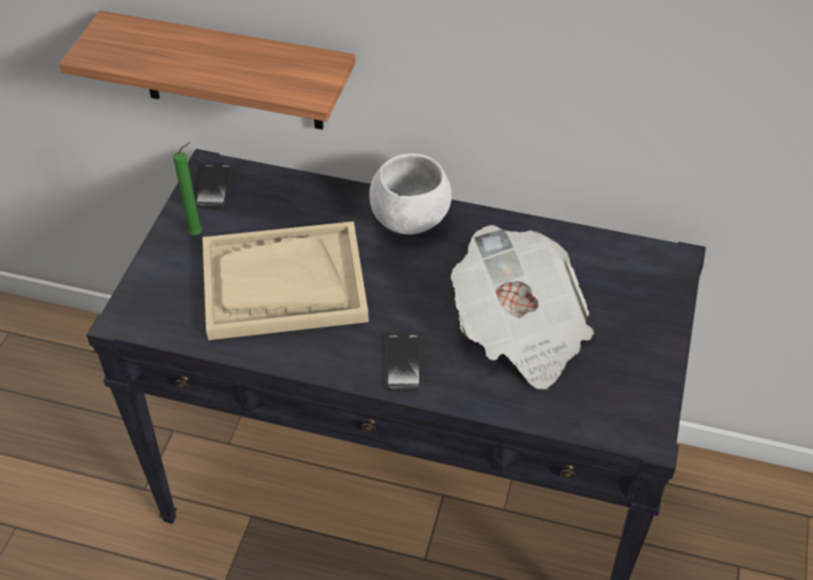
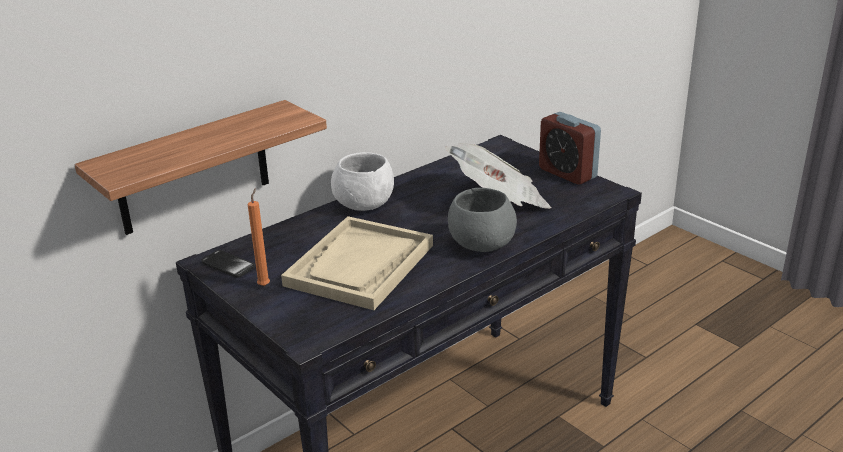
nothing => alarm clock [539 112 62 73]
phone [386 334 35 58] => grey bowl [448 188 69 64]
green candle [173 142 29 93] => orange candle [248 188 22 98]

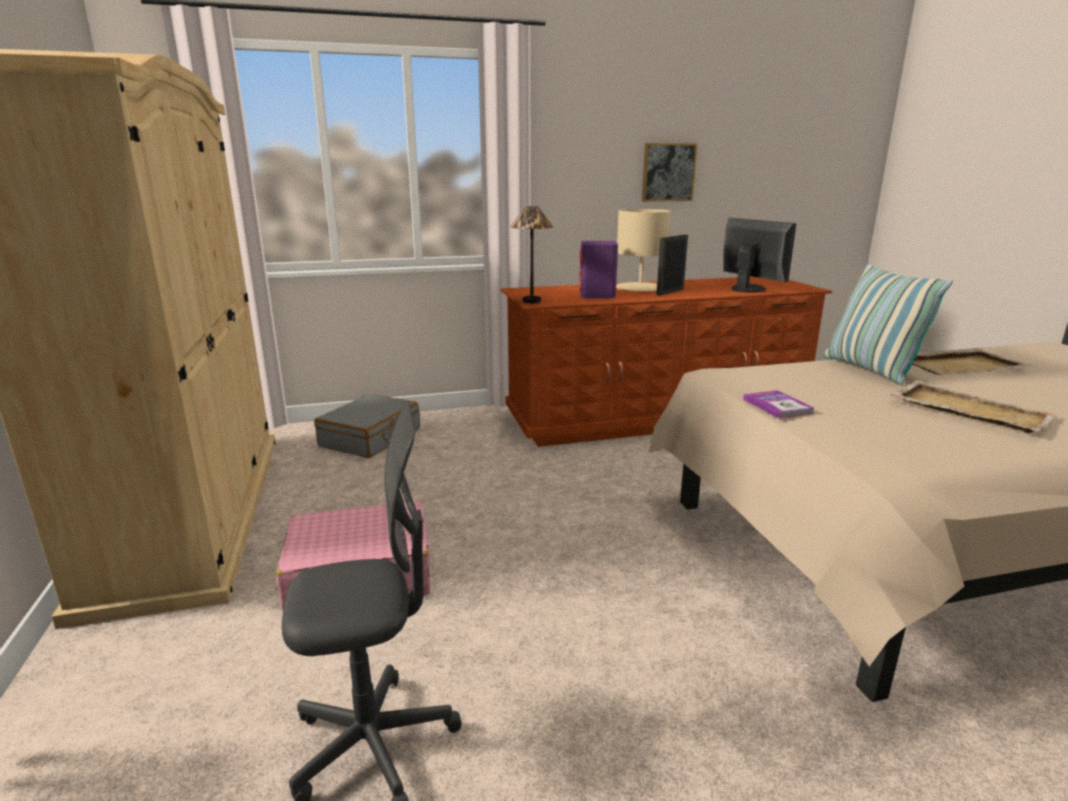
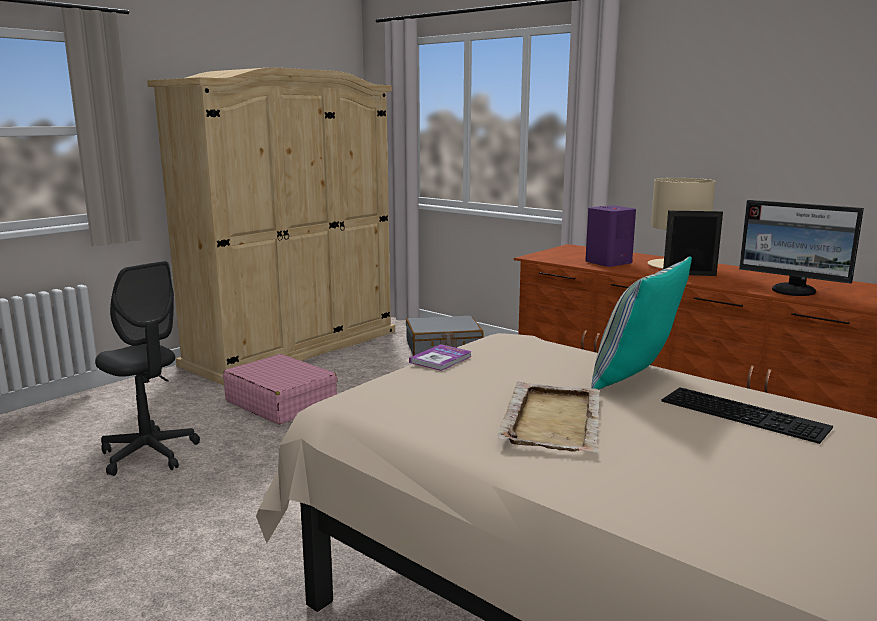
table lamp [510 206 43 97] => nothing
picture [642 143 56 59] => nothing
beige tray [912 348 120 28] => keyboard [661 388 172 56]
monitor [723 218 73 74] => monitor [739 200 125 96], 105 degrees clockwise

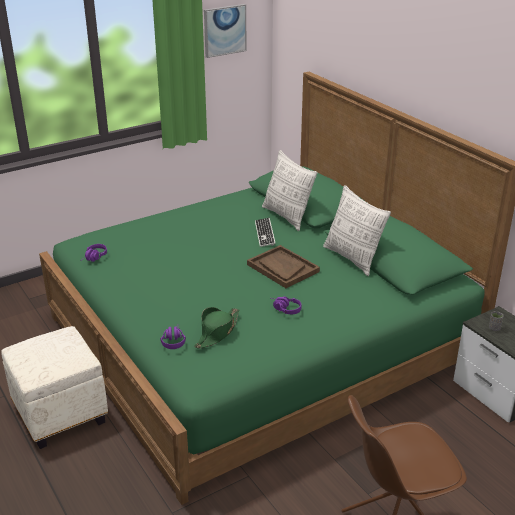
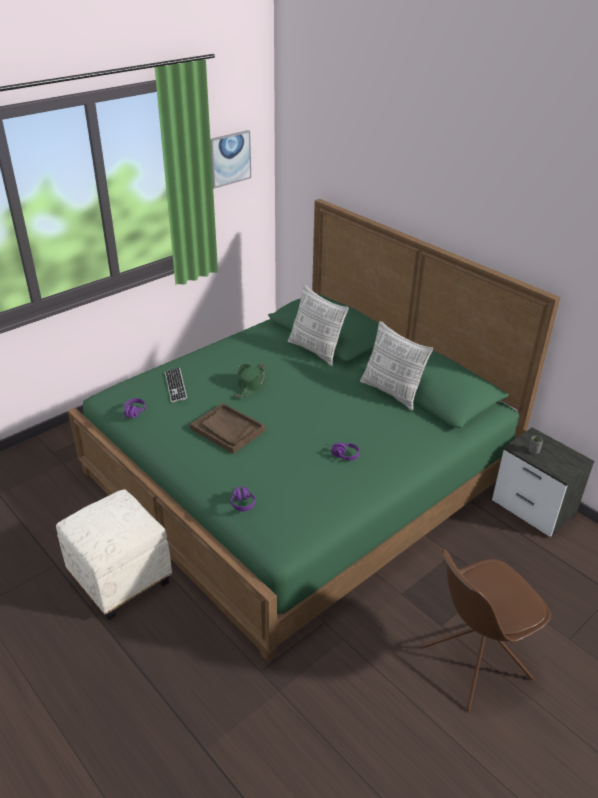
green hat [194 307 45 42] => green hat [235 364 31 34], shifted
brown tray [247 245 73 43] => brown tray [190 403 76 51], shifted
keyboard [255 218 21 29] => keyboard [165 367 22 36], shifted

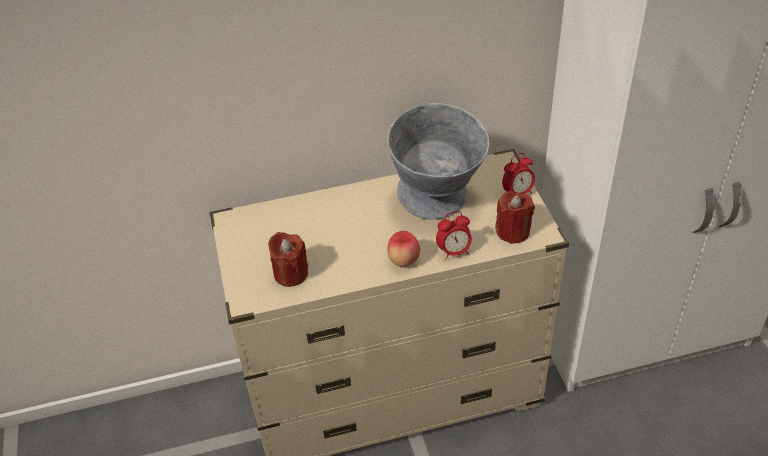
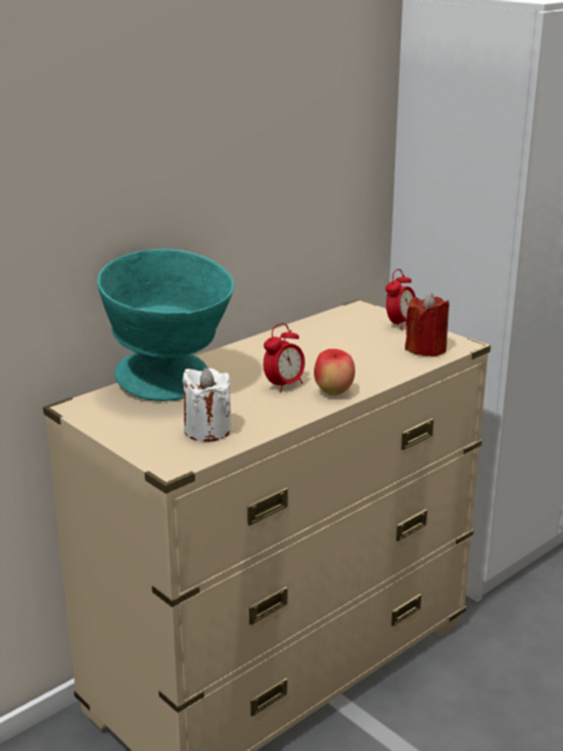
grey bowl [387 103 103 117] => nothing
nothing => turquoise bowl [97 249 137 152]
alarm clock [436 211 36 49] => alarm clock [263 323 42 70], shifted
red candle [268 232 40 55] => white candle [182 368 49 74]

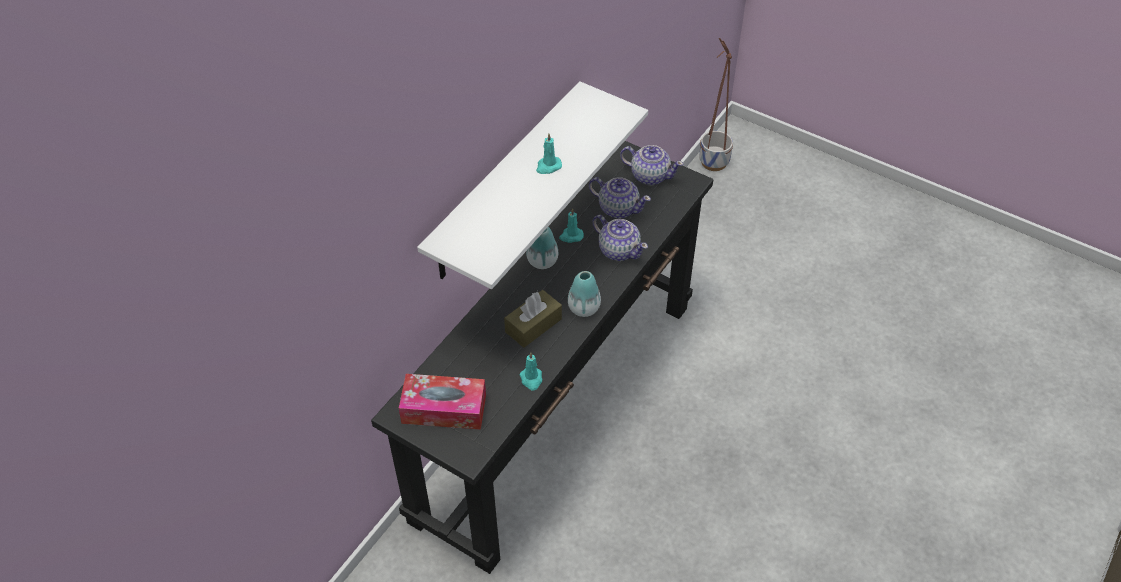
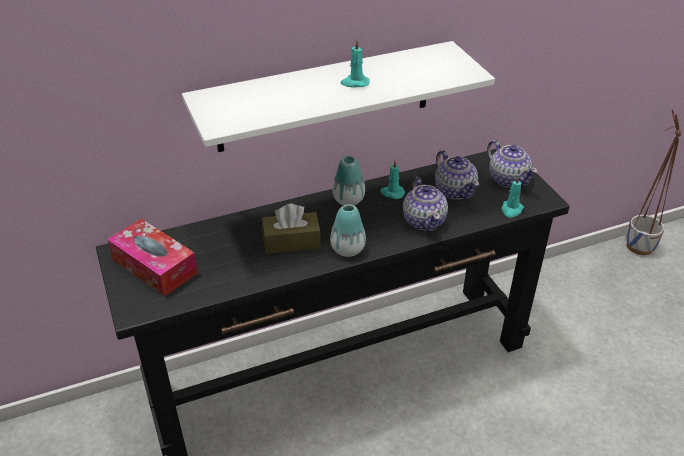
turquoise candle [520 352 22 39] => turquoise candle [501 176 23 42], shifted

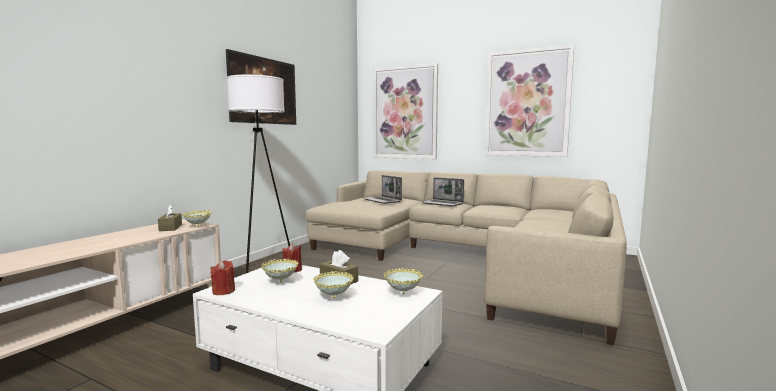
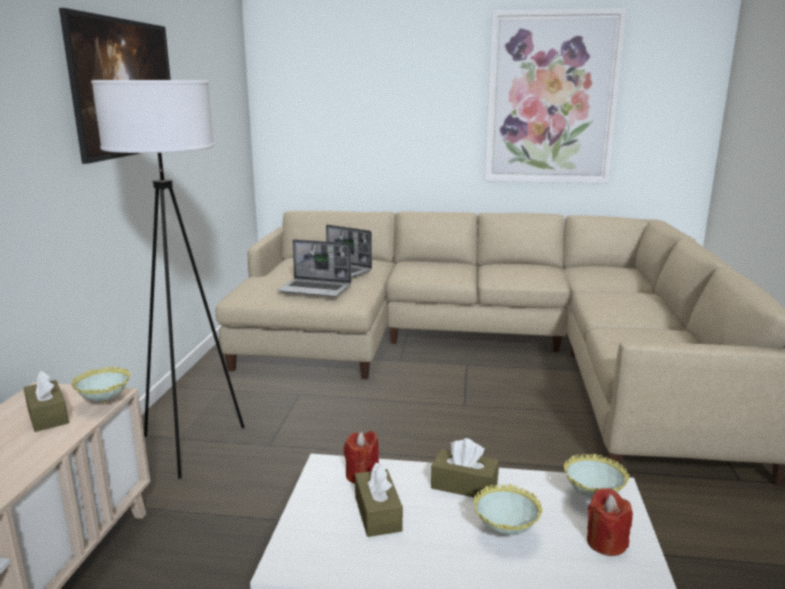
picture [374 63 64 96] => nothing
red candle [210 260 25 35] => red candle [587 488 46 68], shifted
laptop [422 177 42 30] => laptop [277 239 74 58], shifted
bowl [261 258 37 25] => brown tissue box [355 462 48 75]

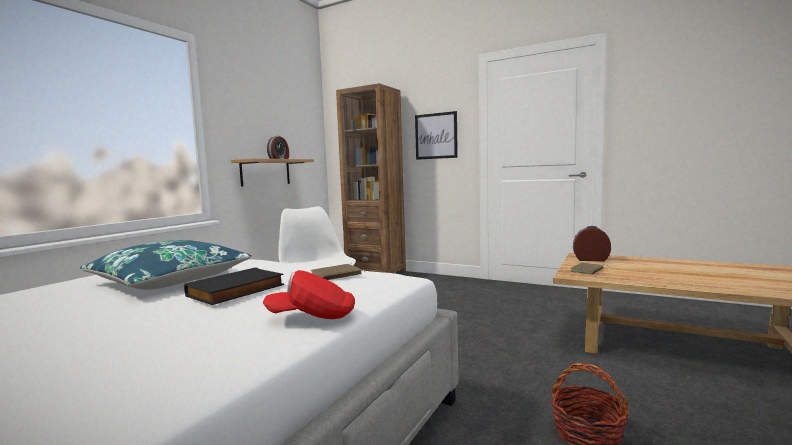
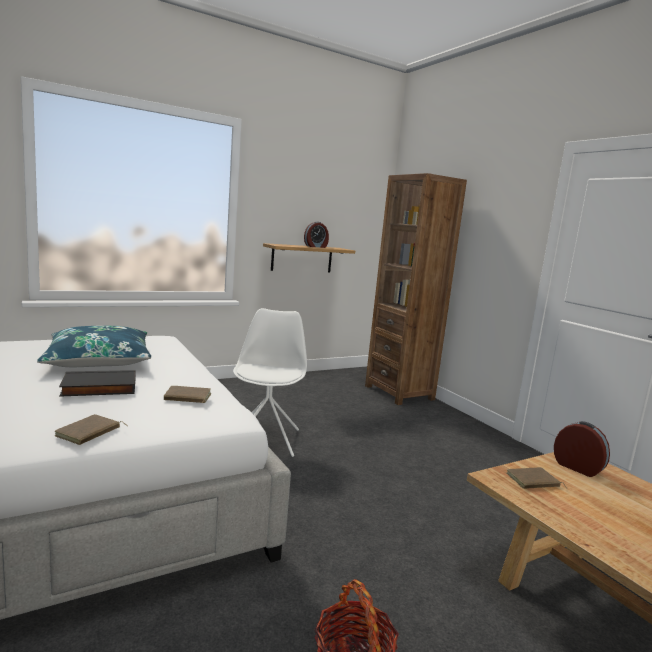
picture [415 111 43 49] => nothing
red cap [263 270 92 49] => brown book [55 414 72 31]

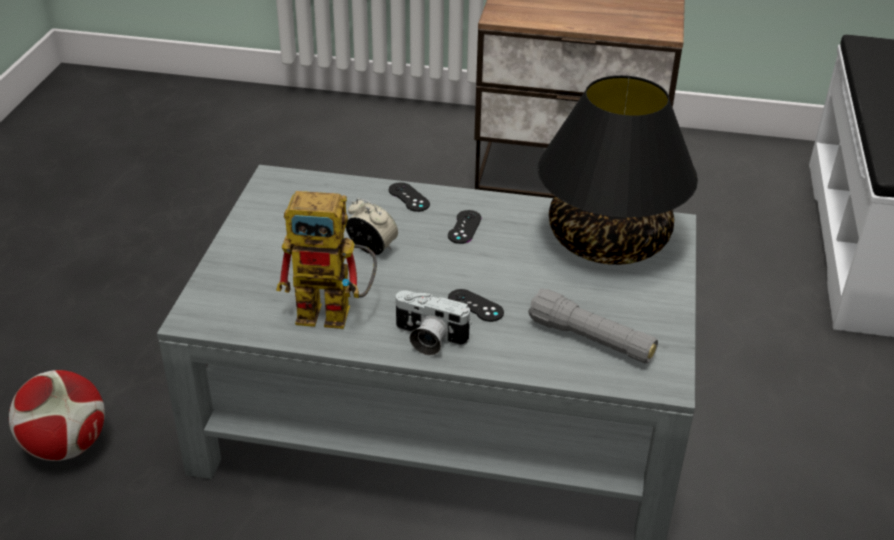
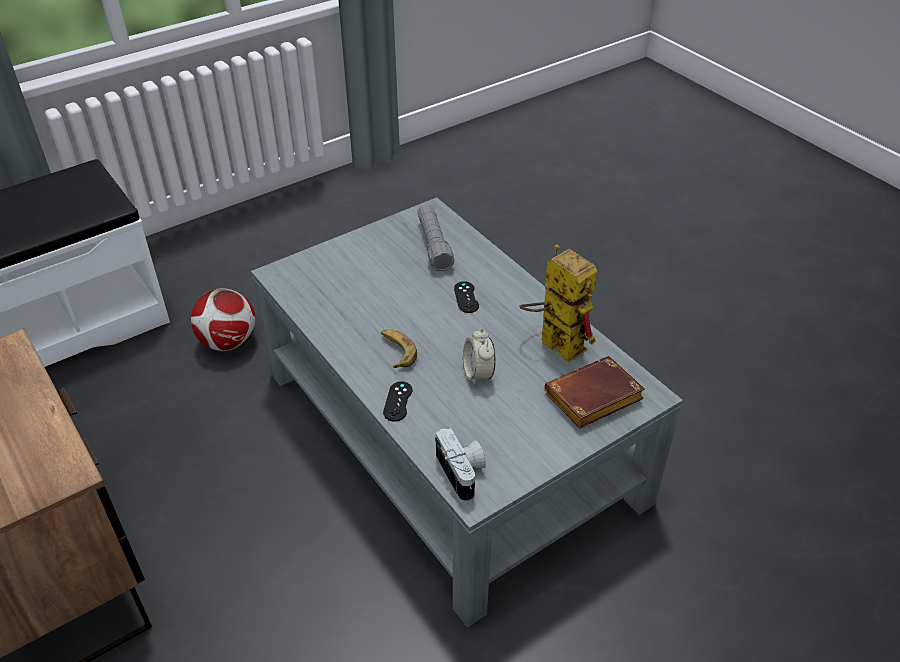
black table lamp [538 75 160 190] => nothing
nothing => brown book [544 356 101 73]
football [9 370 96 91] => football [191 288 64 63], shifted
photo camera [394 290 78 66] => photo camera [435 428 51 74], shifted
black game controller [448 210 33 34] => banana [381 329 36 39]

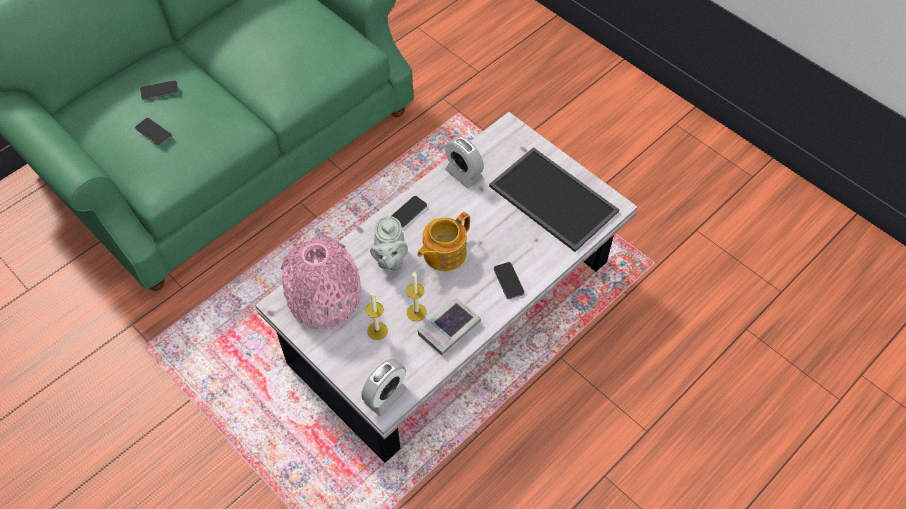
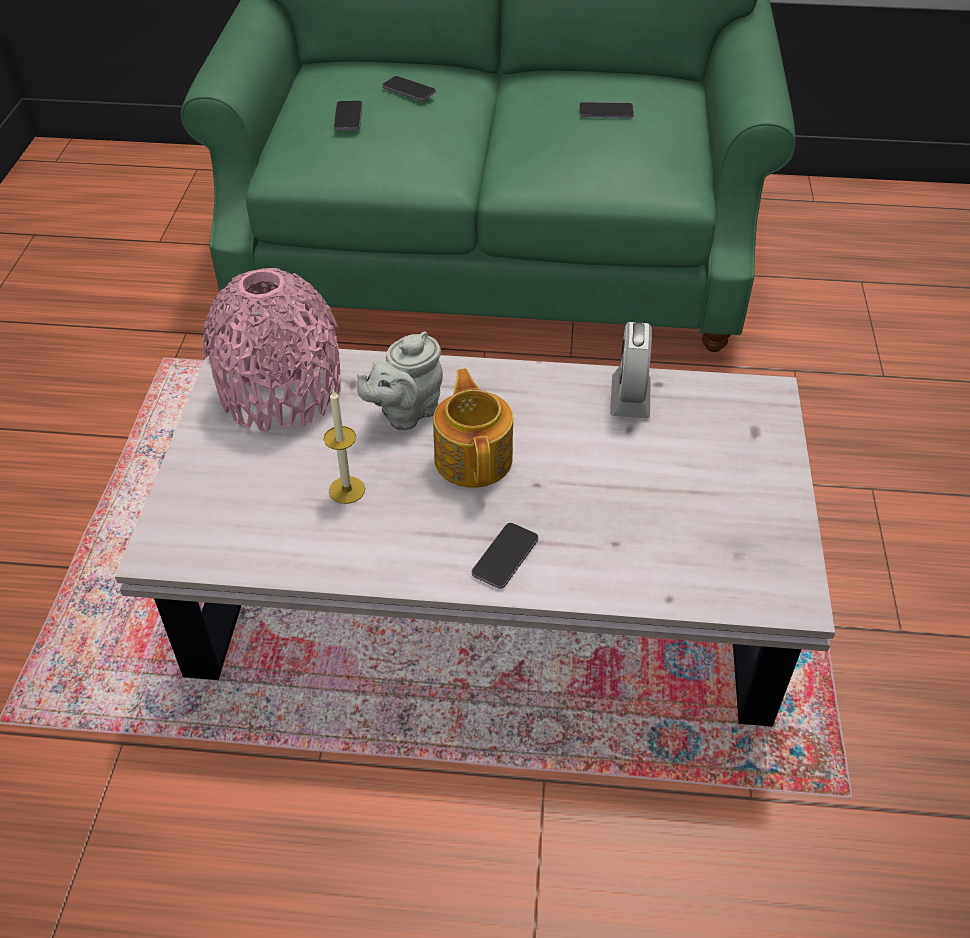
alarm clock [361 359 46 57] => nothing
candle [366 291 22 49] => nothing
book [417 298 64 57] => nothing
tray [489 147 130 105] => nothing
phone [391 196 36 32] => phone [579 102 55 16], shifted
teapot [417 212 53 59] => teapot [433 369 80 119], 75 degrees clockwise

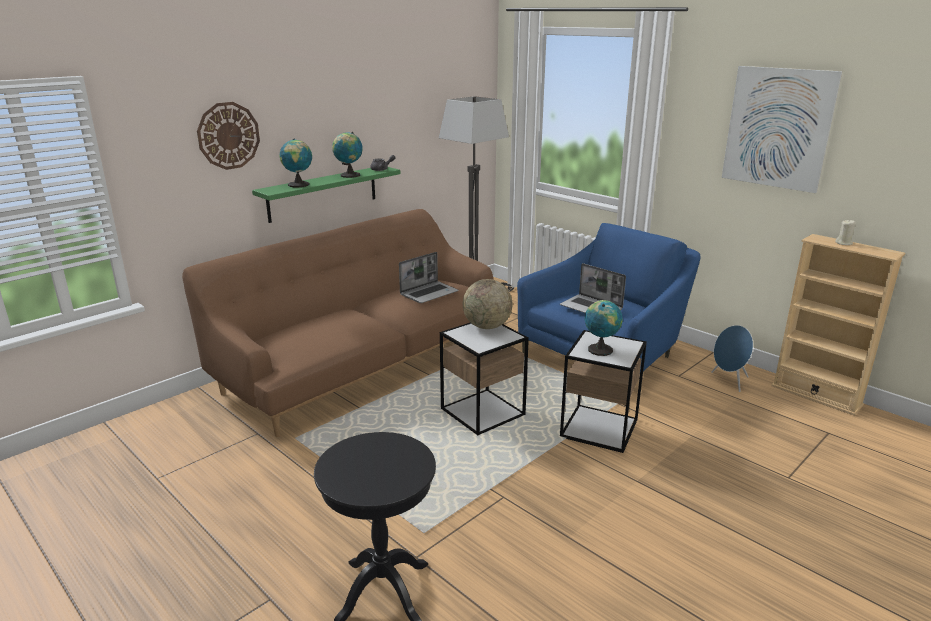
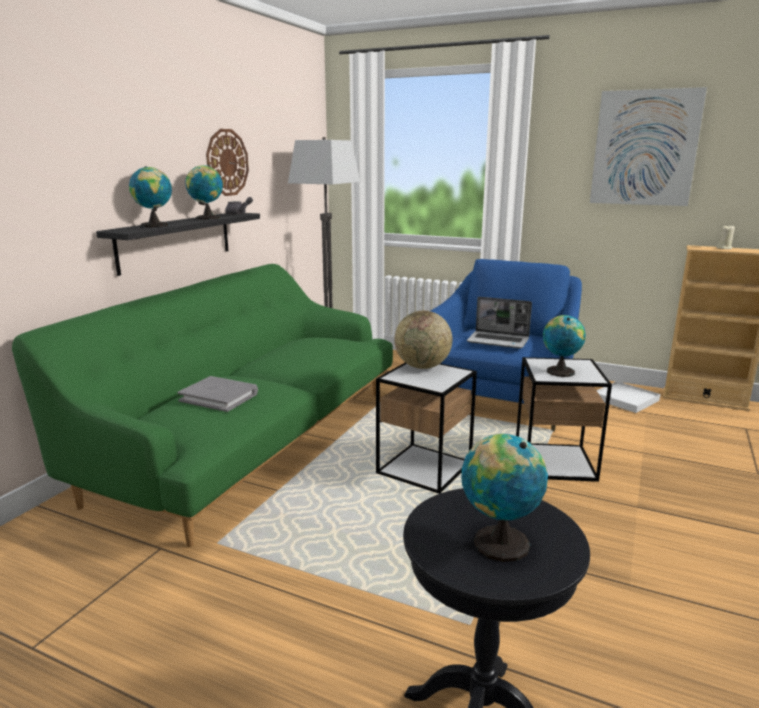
laptop [399 252 60 51] => nothing
nothing => grey book [178 376 80 36]
nothing => globe [461 434 87 128]
wall clock [197 102 63 68] => wall clock [206 129 43 67], shifted
blue speaker [711 325 42 67] => white tray [596 381 64 32]
brown sofa [182 209 311 228] => green sofa [12 264 381 283]
green shelf [252 167 148 56] => black shelf [96 213 164 63]

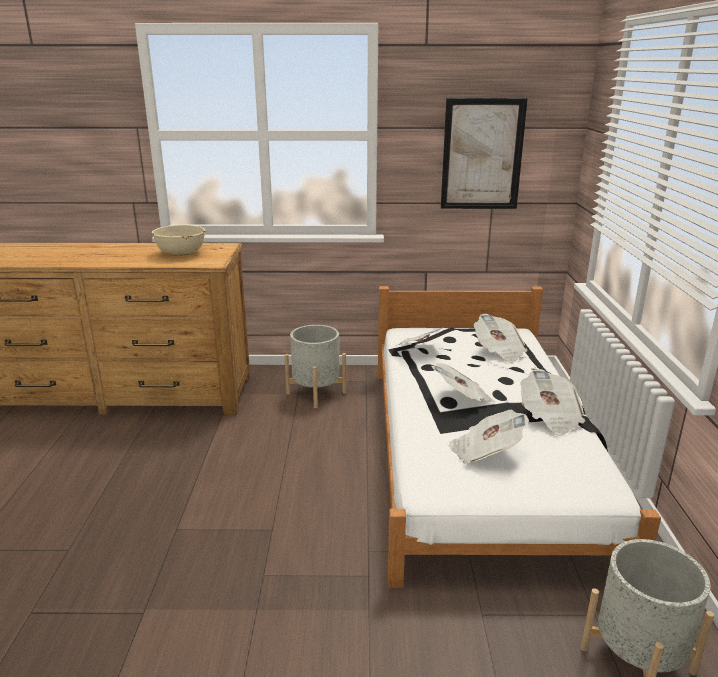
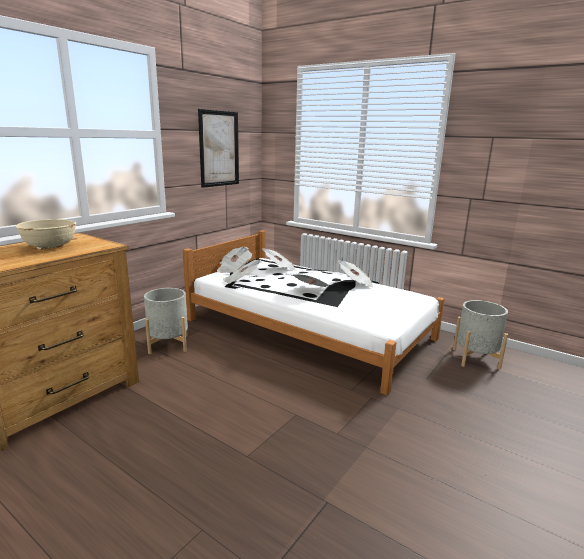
newspaper [448 410 81 54] => newspaper [217 247 35 26], shifted

